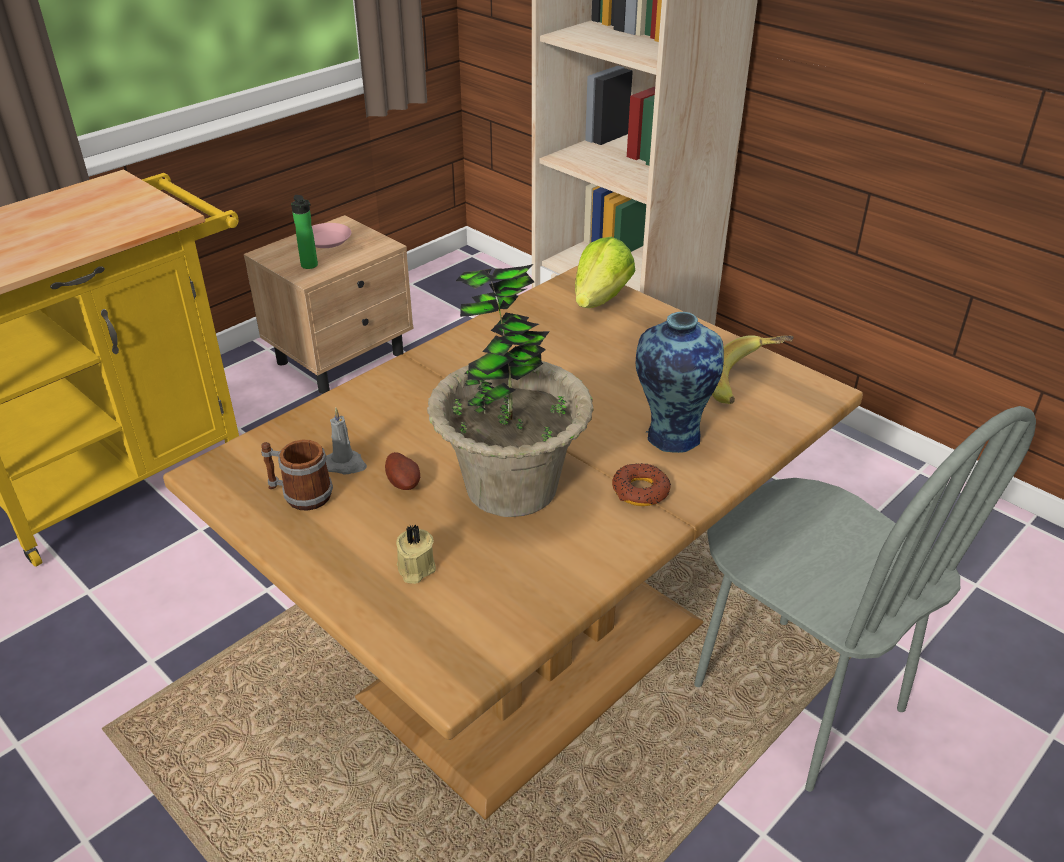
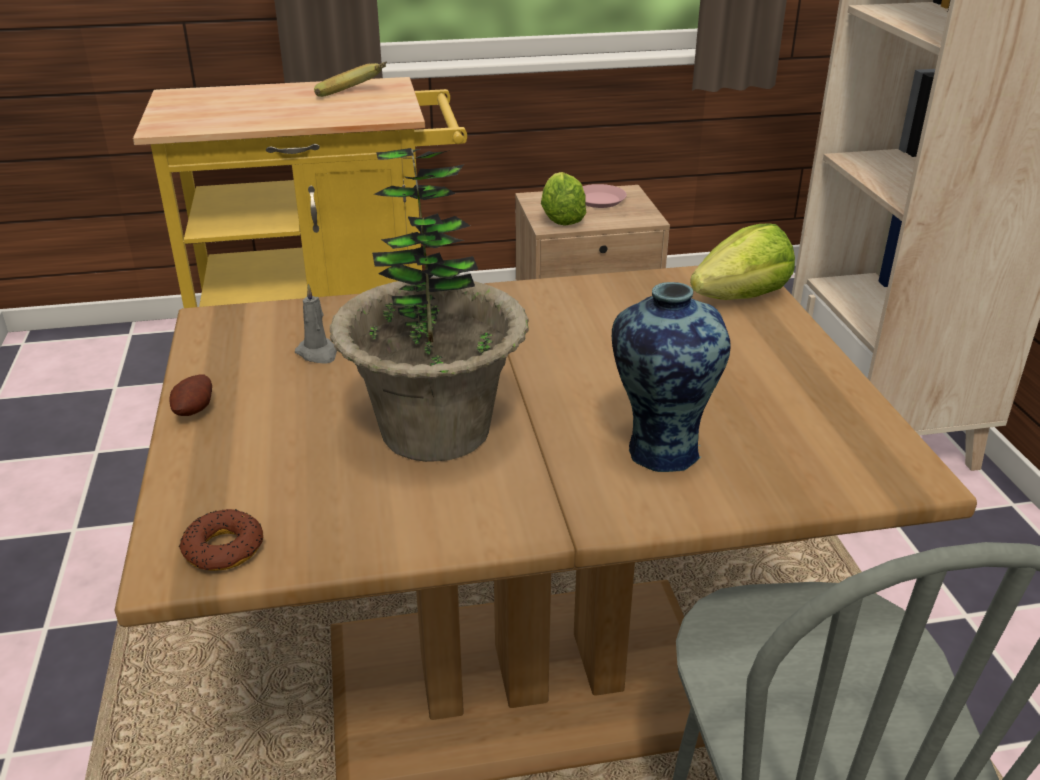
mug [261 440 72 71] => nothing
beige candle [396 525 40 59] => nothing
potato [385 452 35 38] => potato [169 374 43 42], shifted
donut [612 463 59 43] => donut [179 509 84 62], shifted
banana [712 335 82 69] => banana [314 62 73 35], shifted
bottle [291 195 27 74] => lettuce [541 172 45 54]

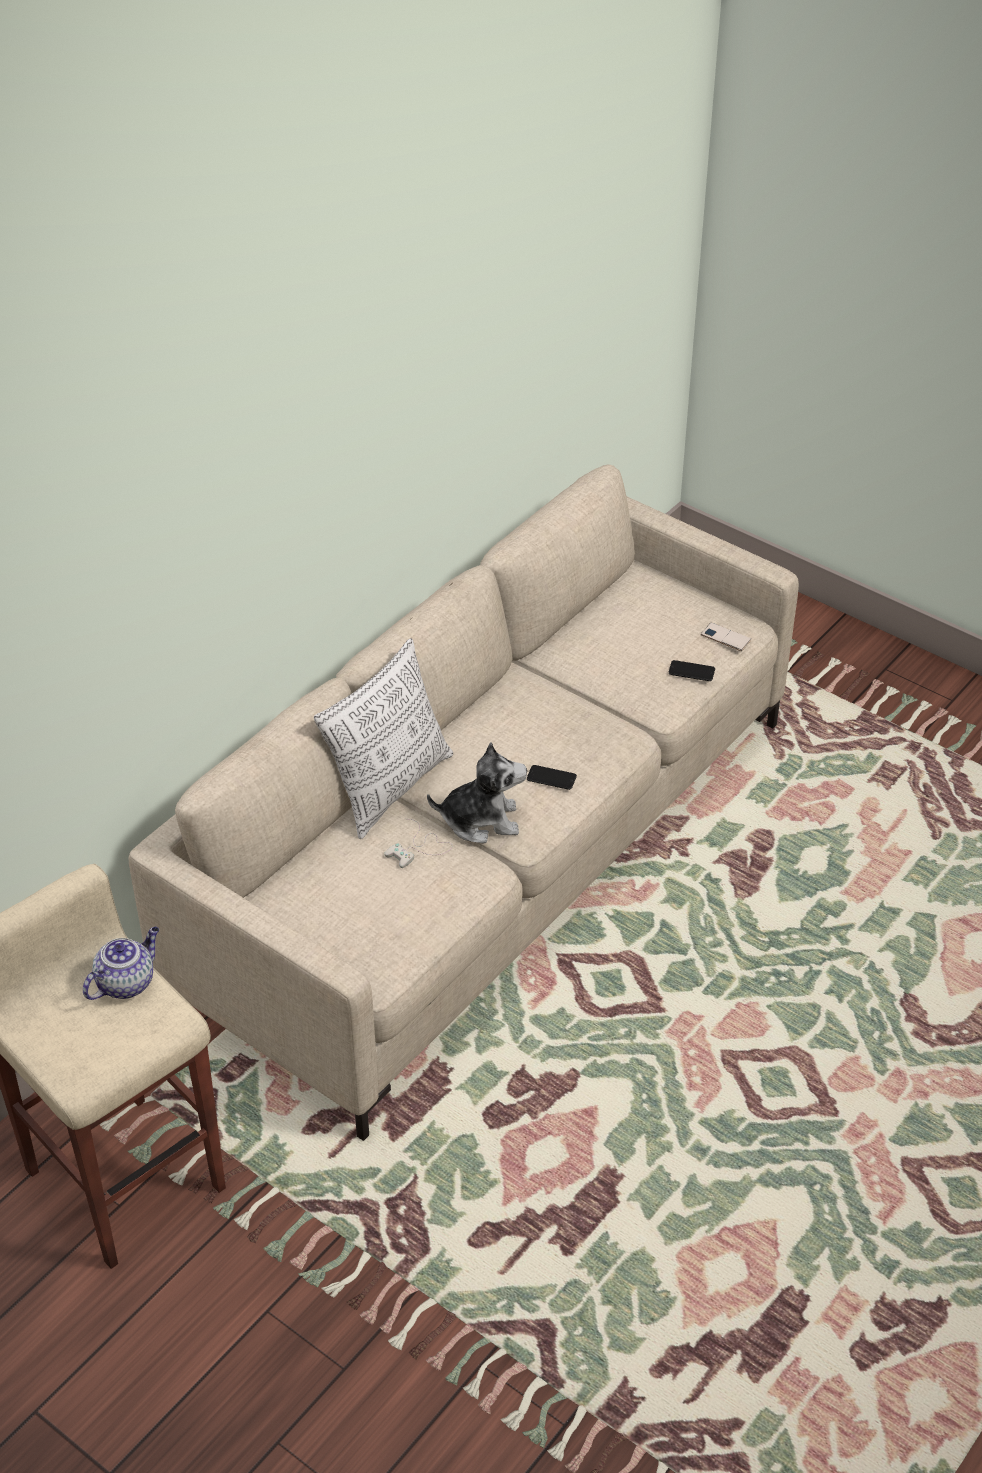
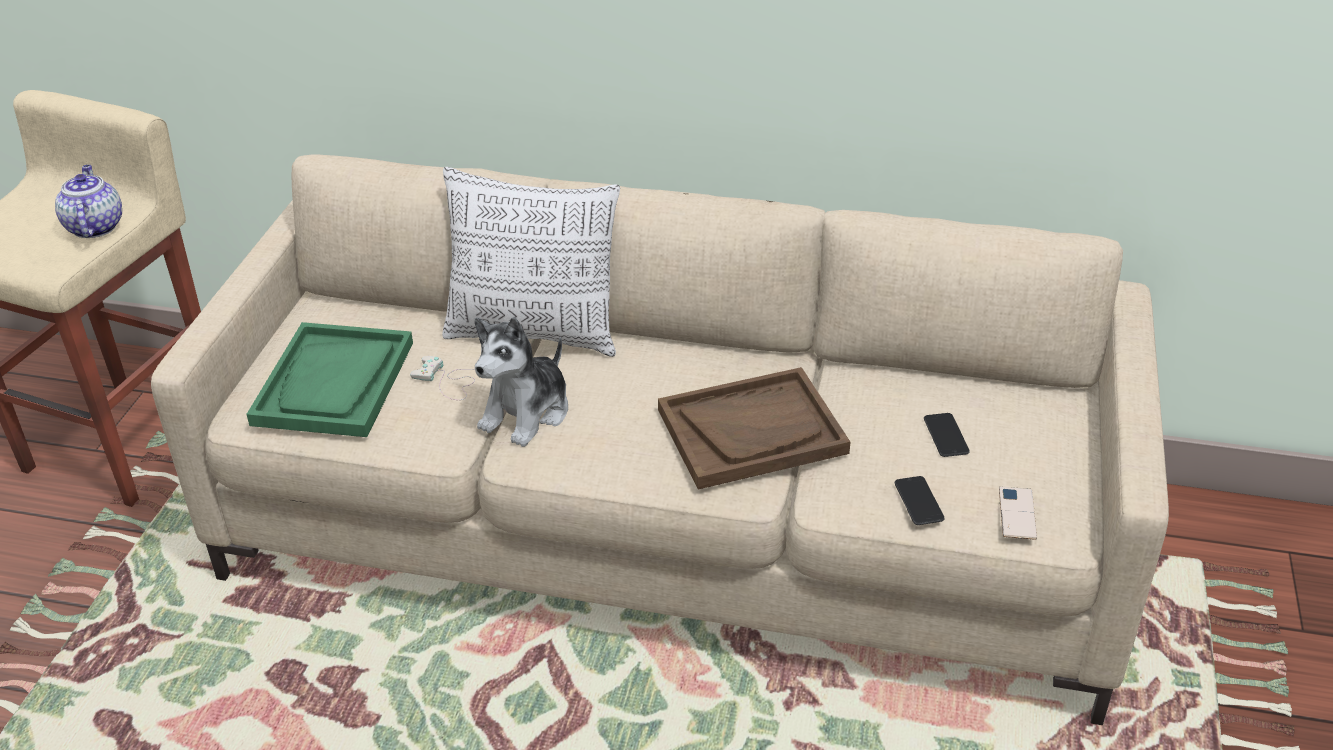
nothing => green tray [246 322 167 115]
nothing => brown tray [658 367 192 123]
phone [527 765 50 25] => phone [924 413 46 44], shifted
teapot [83 927 76 73] => teapot [55 165 67 73], 120 degrees counterclockwise
plush toy [427 742 100 101] => plush toy [475 317 93 130], 60 degrees clockwise

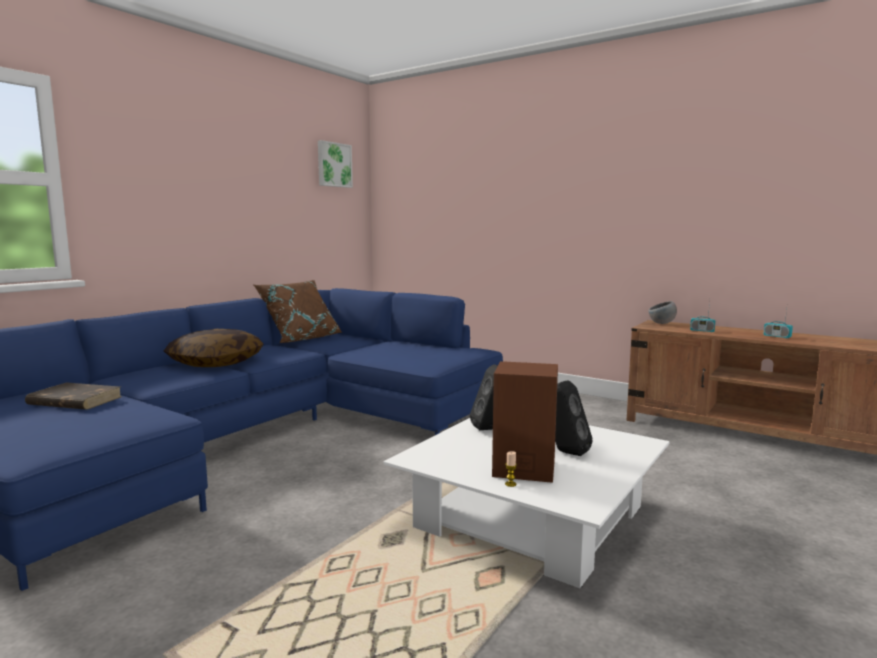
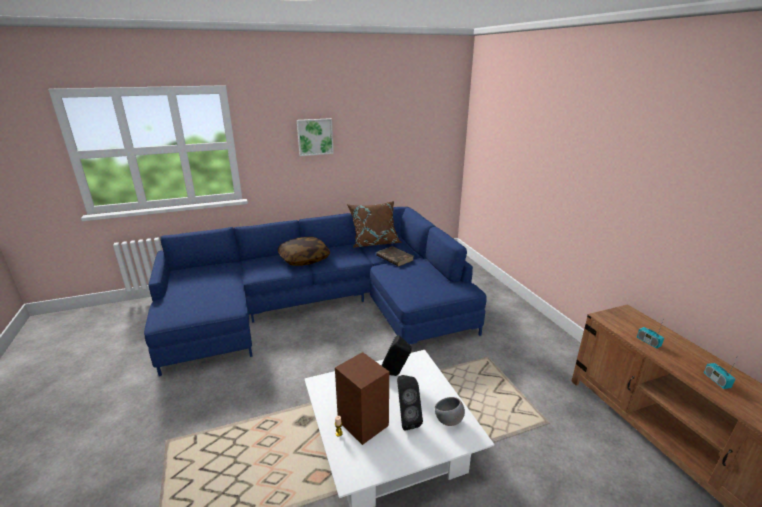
brown book [25 382 96 28] => brown book [376 246 38 20], shifted
picture [318 140 35 48] => picture [297 118 37 38], shifted
grey bowl [649 301 28 23] => grey bowl [435 397 30 29], shifted

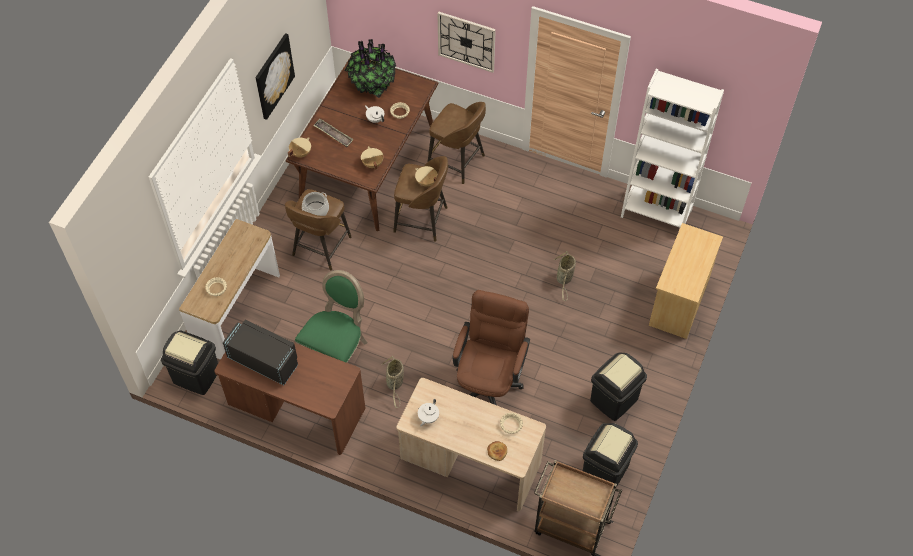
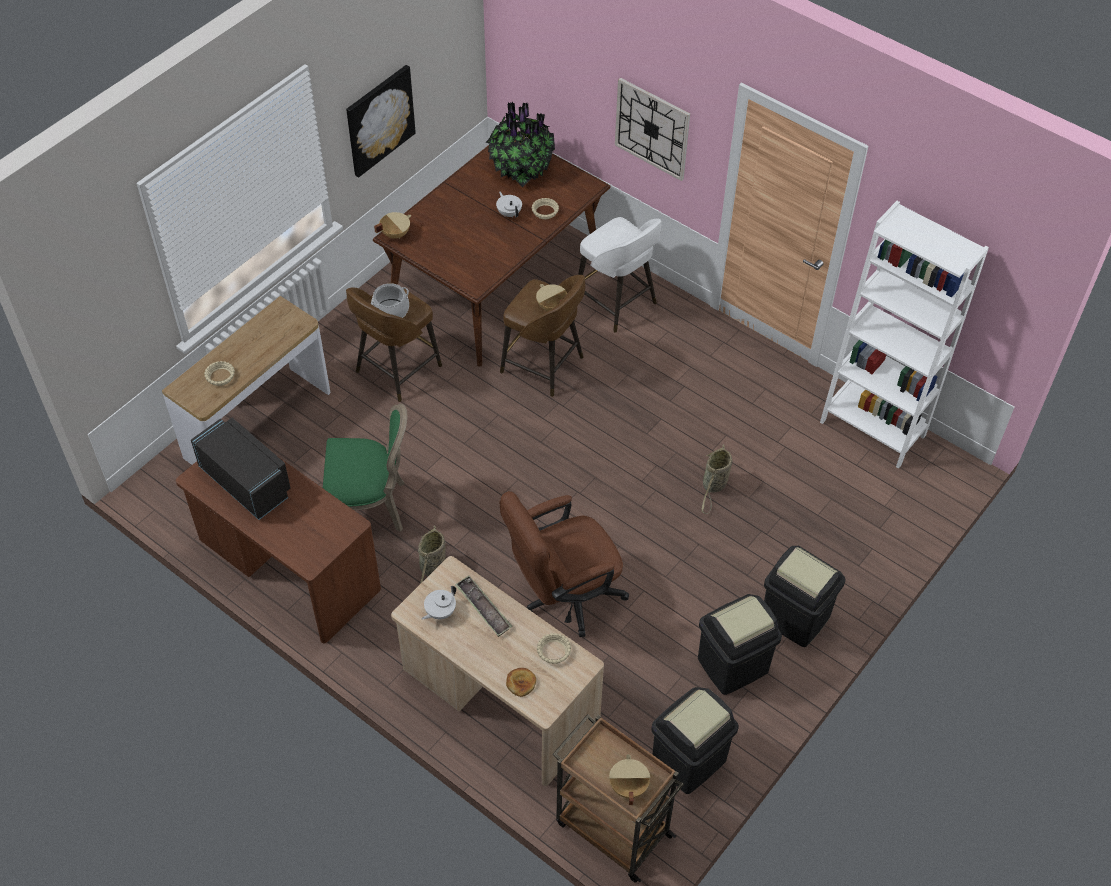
beige dresser [649 223 74 116] => nothing
black trash can [161 330 57 65] => black trash can [764 546 81 101], shifted
tray [313 119 41 28] => tray [455 576 57 61], shifted
beige cooking pot [361 146 22 24] => beige cooking pot [609 754 41 52], shifted
brown stool [428 102 58 82] => white stool [578 217 83 116]
green chair [295 270 73 93] => green chair [323 404 84 128], 45 degrees clockwise
brown office chair [453 290 77 115] => brown office chair [500 491 129 146], 150 degrees counterclockwise

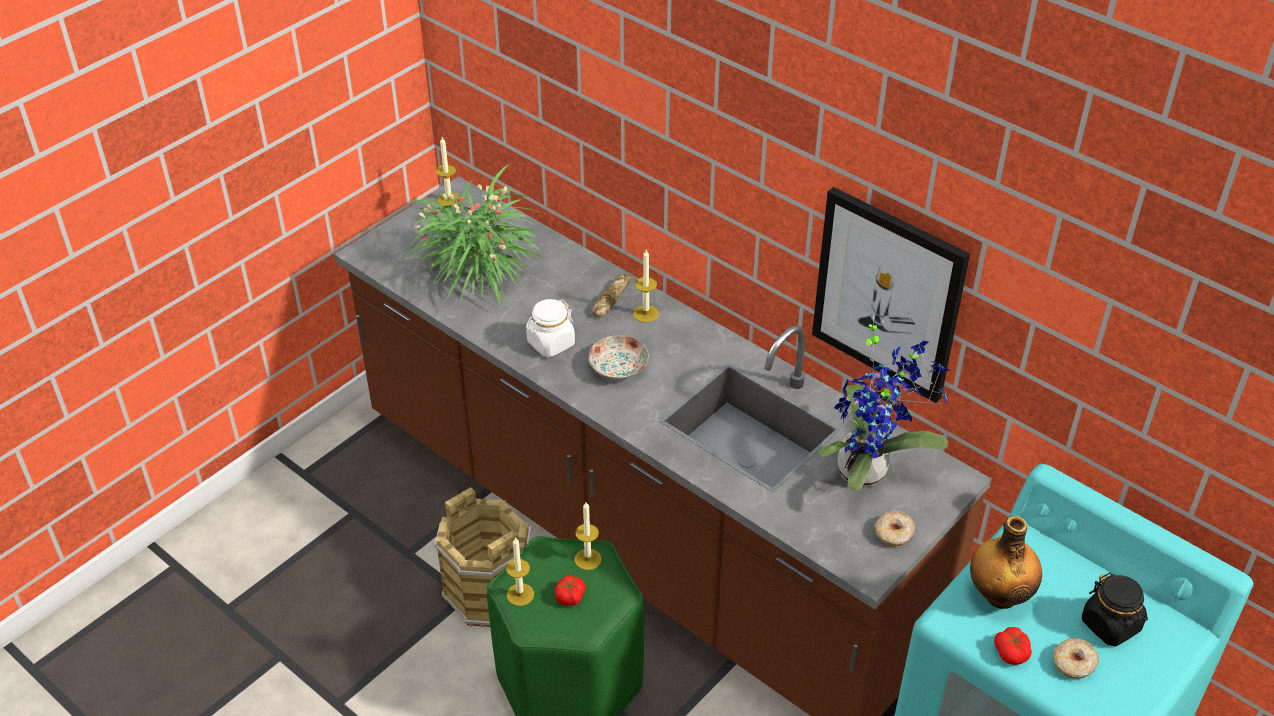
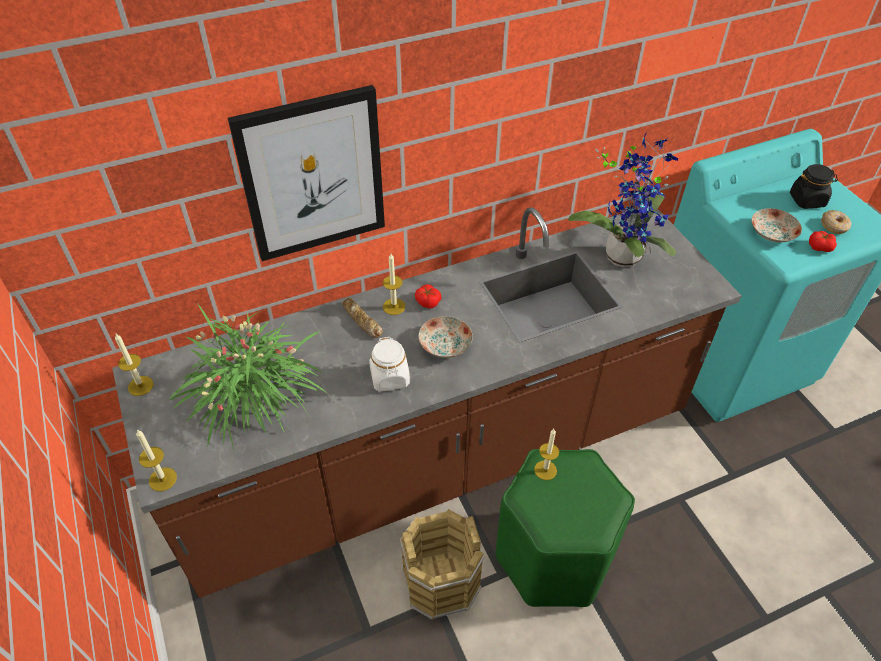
donut [875 510 40 36] => nothing
candle [506 537 28 69] => candle [136 429 41 62], shifted
tomato [554 575 32 31] => tomato [415 284 27 25], shifted
picture [812 187 158 216] => picture [228 85 157 176], shifted
bottle [970 516 72 93] => plate [752 208 50 35]

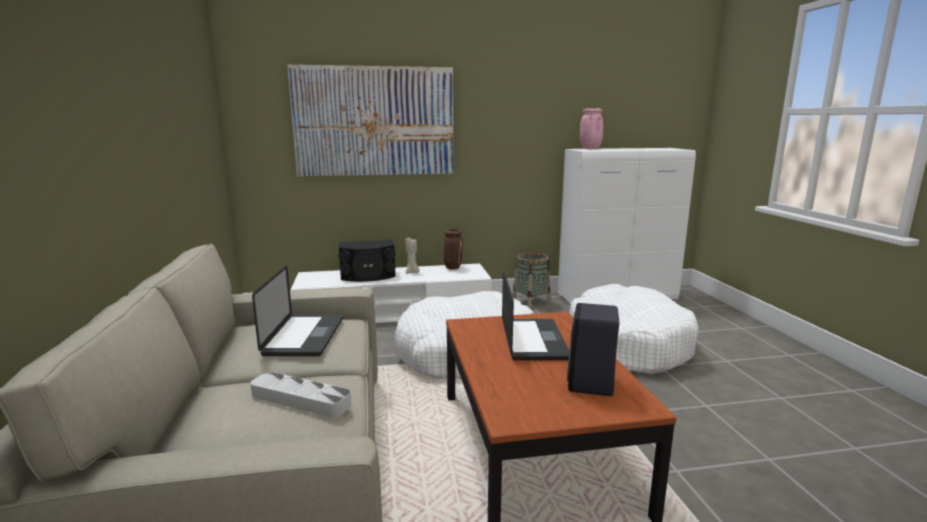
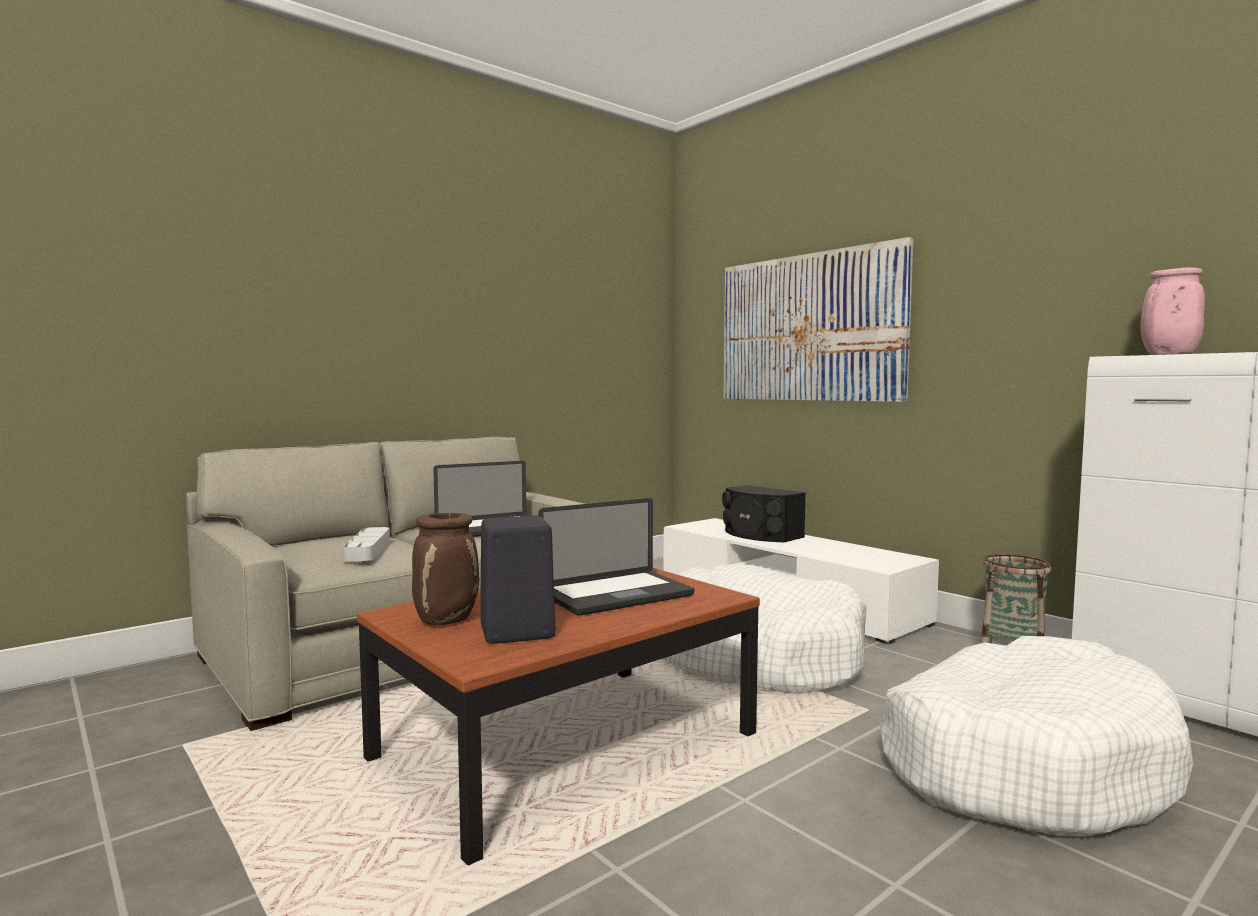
beige candle [406 238 13 35] => nothing
brown vase [443 229 20 41] => brown vase [412 513 67 112], shifted

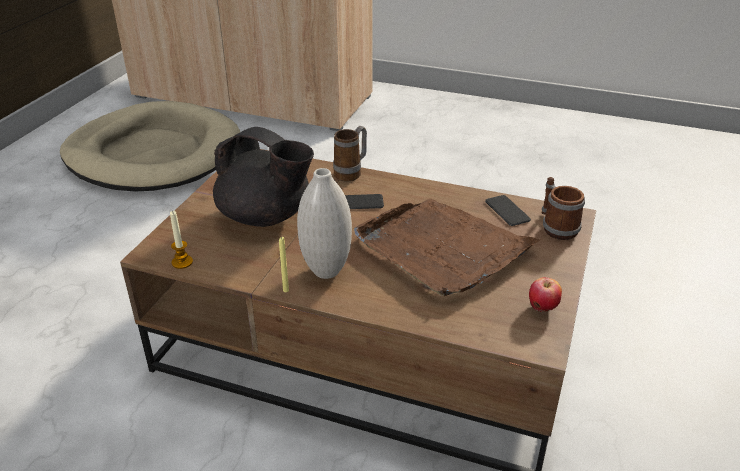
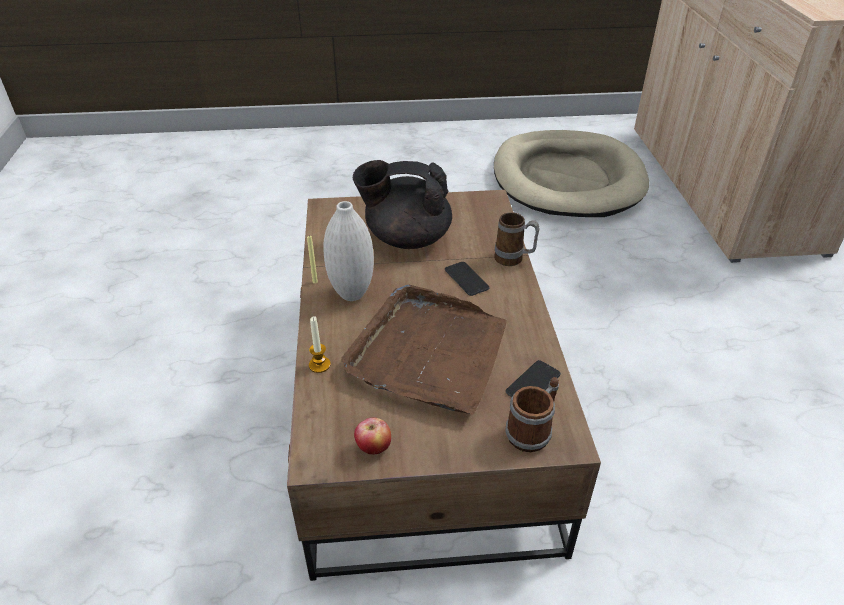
candle [170 211 23 58] => candle [309 316 22 57], shifted
black teapot [213 127 101 100] => black teapot [353 160 99 89], 90 degrees clockwise

